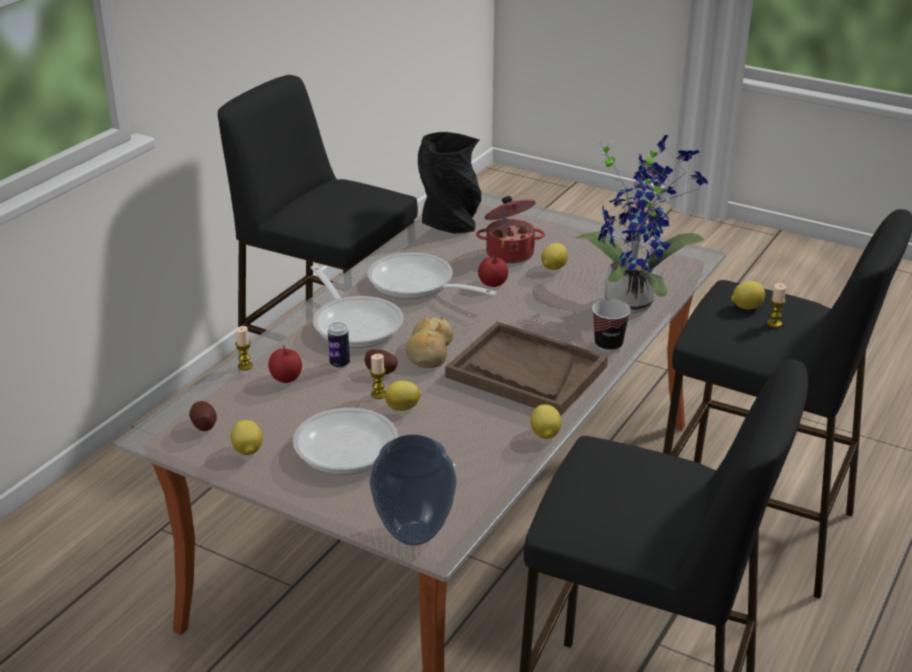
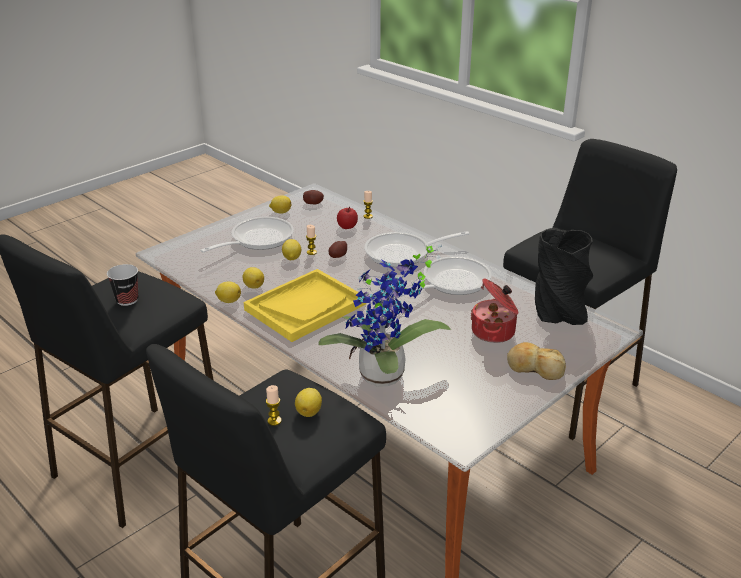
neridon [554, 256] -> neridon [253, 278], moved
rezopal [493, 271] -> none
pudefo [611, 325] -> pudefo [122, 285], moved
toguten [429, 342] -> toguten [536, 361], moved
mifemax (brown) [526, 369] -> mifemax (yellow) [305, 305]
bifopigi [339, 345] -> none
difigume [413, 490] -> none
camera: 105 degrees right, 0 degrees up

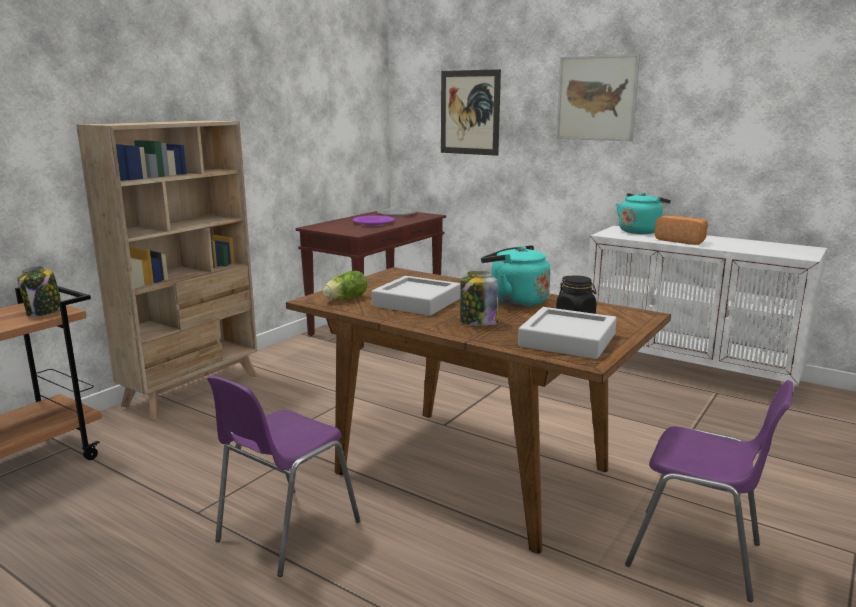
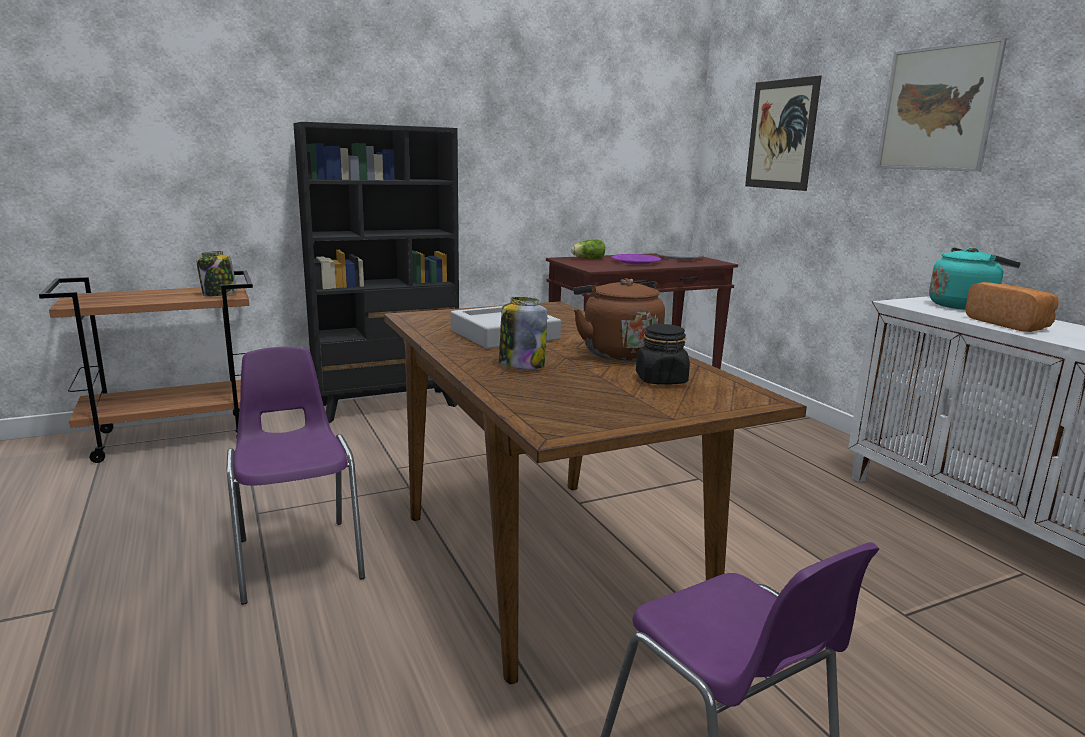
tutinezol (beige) [166, 269] -> tutinezol (black) [376, 272]
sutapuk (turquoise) [516, 276] -> sutapuk (brown) [619, 319]
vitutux [345, 285] -> vitutux [588, 249], moved
mifemax (grey) [567, 333] -> none
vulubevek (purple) [284, 476] -> vulubevek (purple) [296, 475], 90 degrees clockwise
camera: 30 degrees right, 0 degrees up

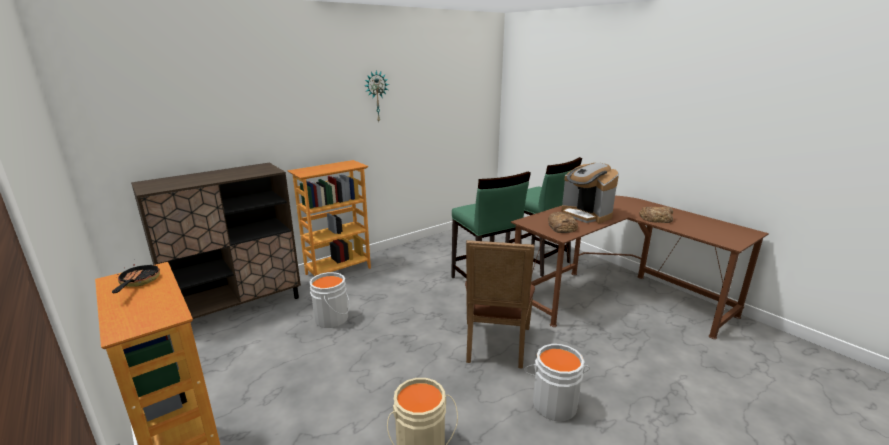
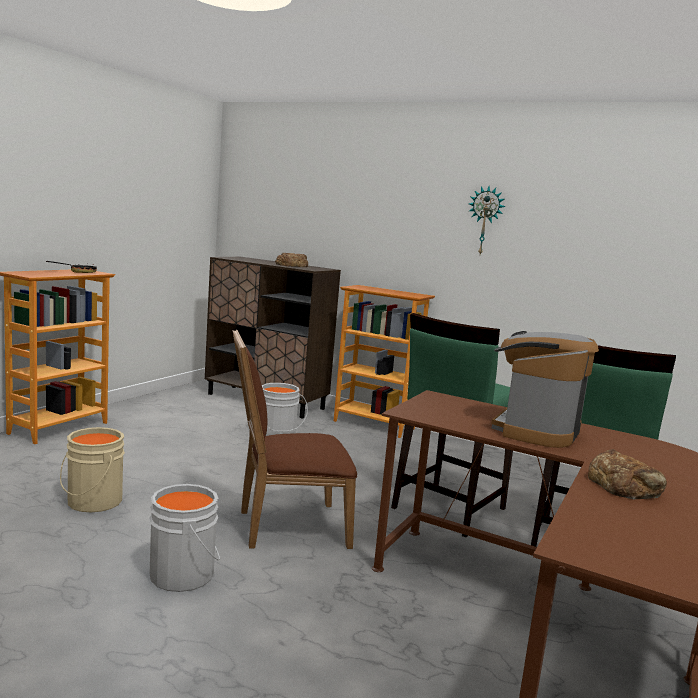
toguten [563, 222] -> toguten [291, 260], moved
camera: 65 degrees right, 10 degrees down

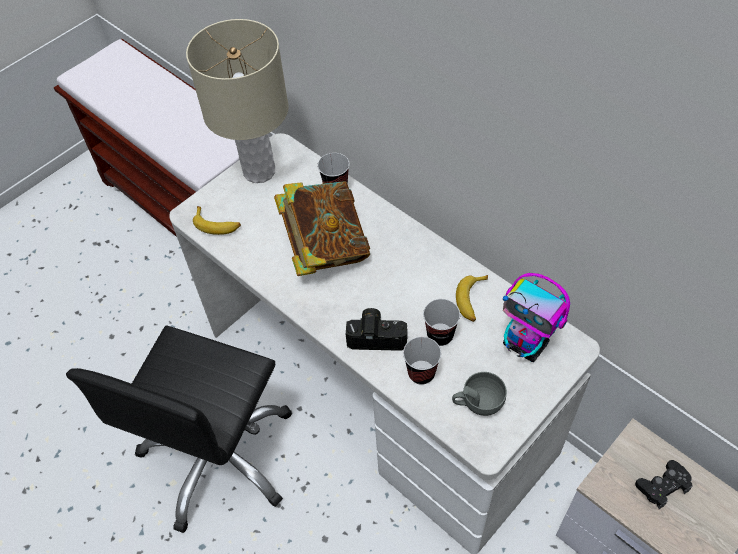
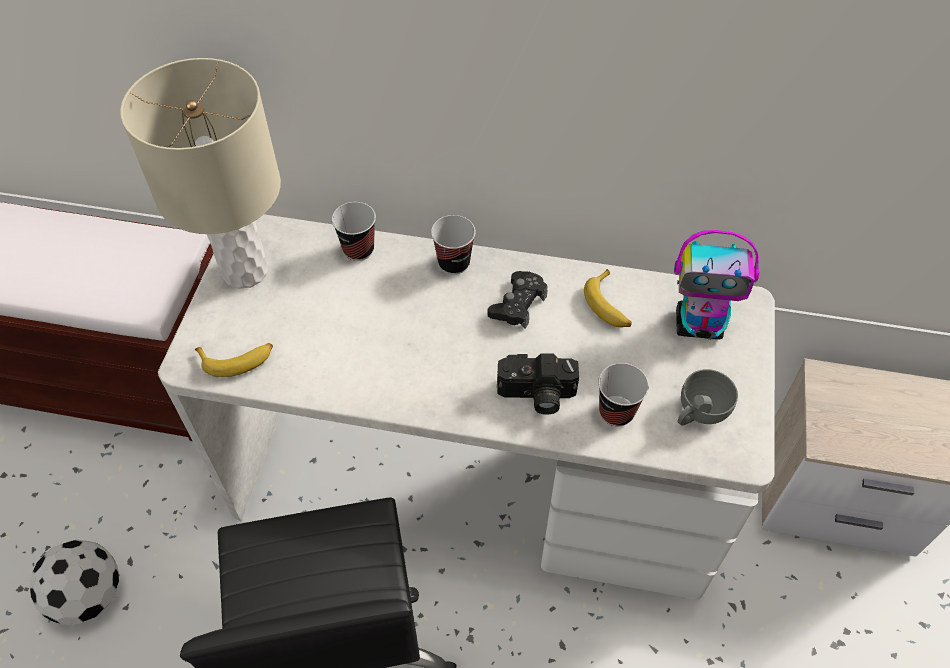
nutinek [322, 228] -> none
pudefo [441, 322] -> pudefo [453, 245], moved
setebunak [377, 329] -> setebunak [538, 384], 150 degrees counterclockwise
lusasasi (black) [663, 484] -> lusasasi (black) [517, 300], moved
none -> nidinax [74, 582]
camera: 35 degrees left, 0 degrees up

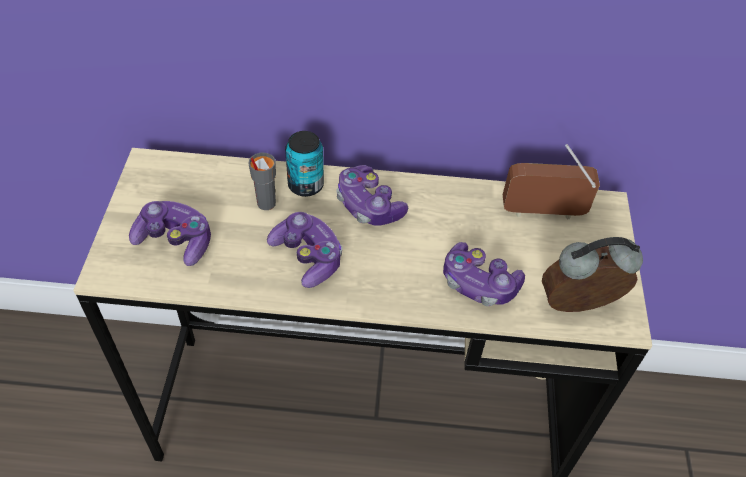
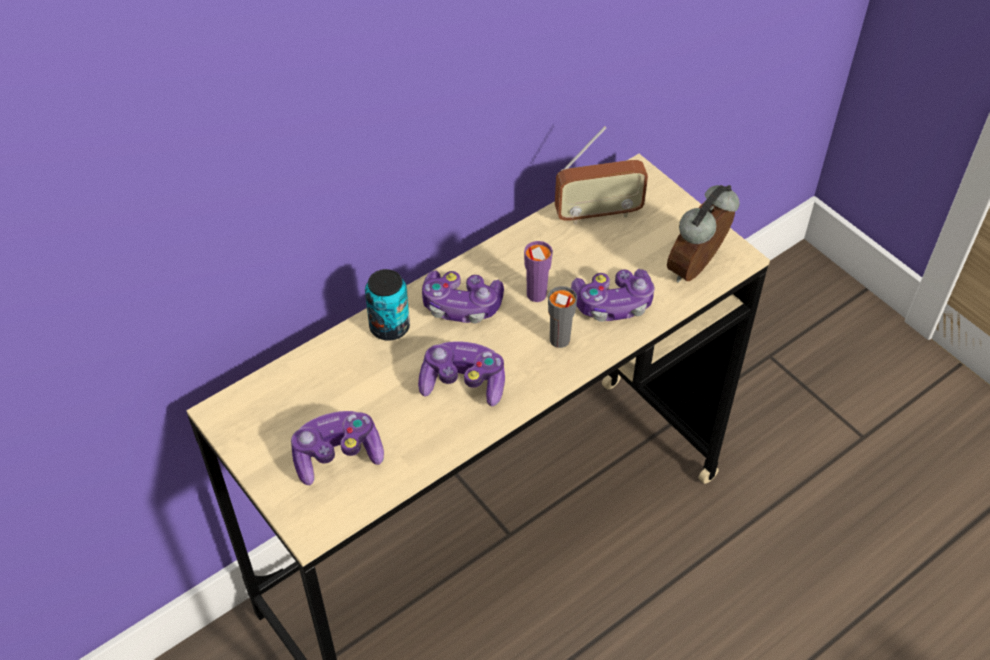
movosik [551, 182] -> movosik [601, 175], 150 degrees counterclockwise
pudefo (grey) [262, 181] -> pudefo (grey) [562, 317], moved
none -> pudefo (purple) [538, 271]
camera: 40 degrees left, 0 degrees up

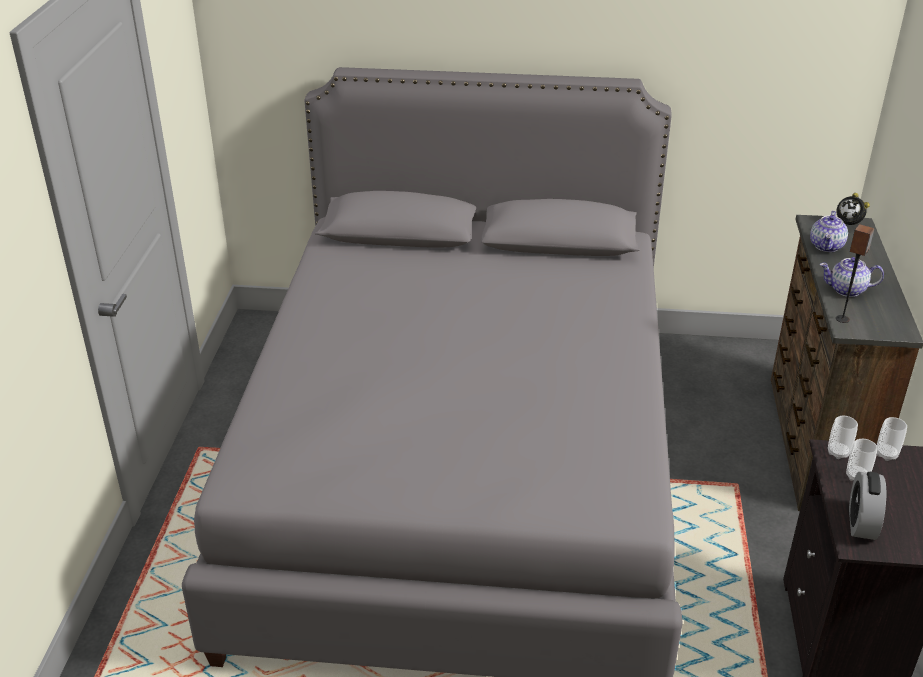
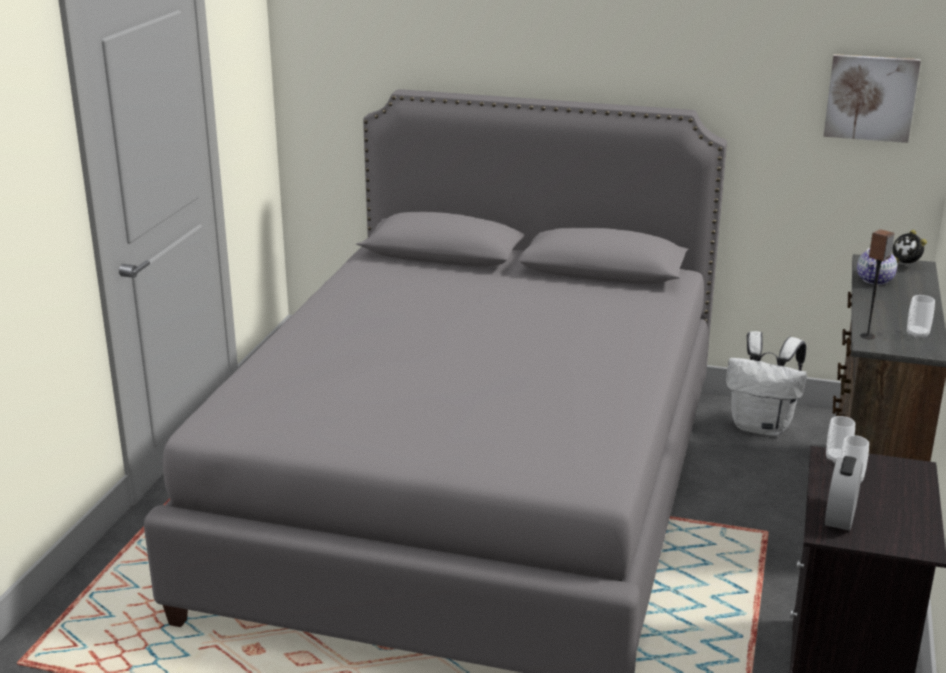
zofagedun [852, 277] -> none
pudefo [892, 439] -> pudefo [921, 316], moved
none -> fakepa [872, 98]
none -> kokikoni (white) [766, 383]
camera: 10 degrees right, 10 degrees down

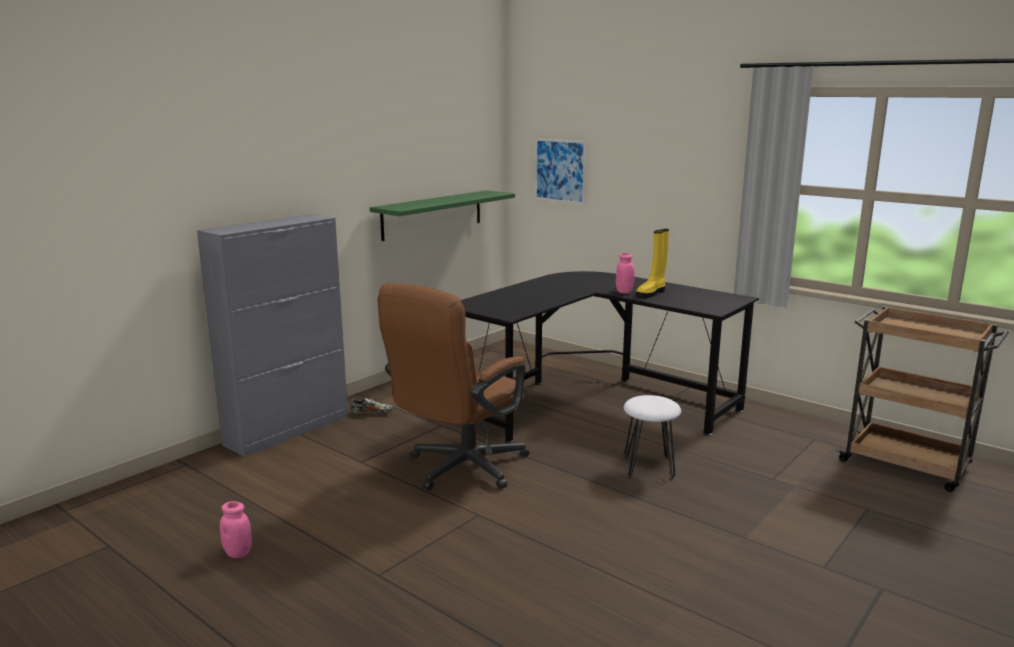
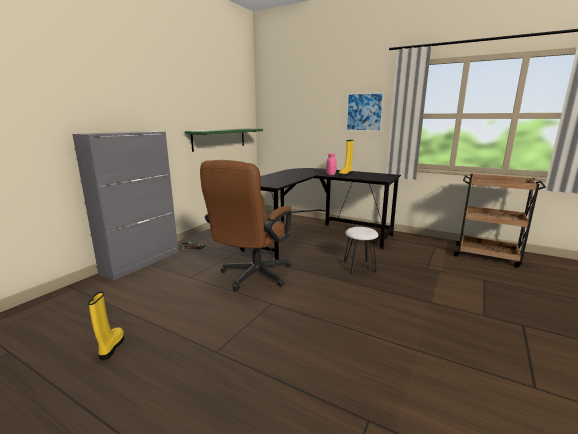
fakepa [561, 172] -> fakepa [365, 112], moved
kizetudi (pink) [236, 529] -> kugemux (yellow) [106, 326]
camera: 10 degrees left, 0 degrees up

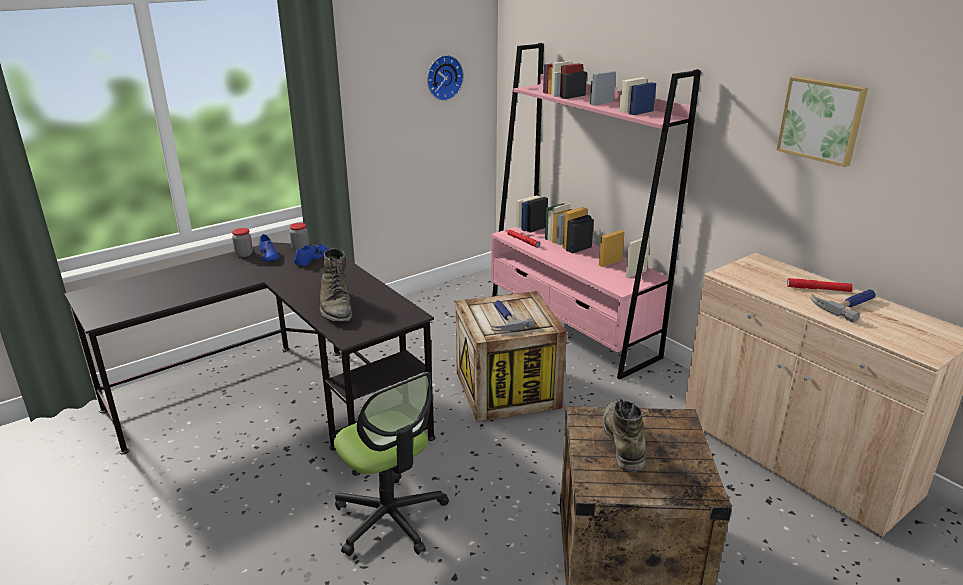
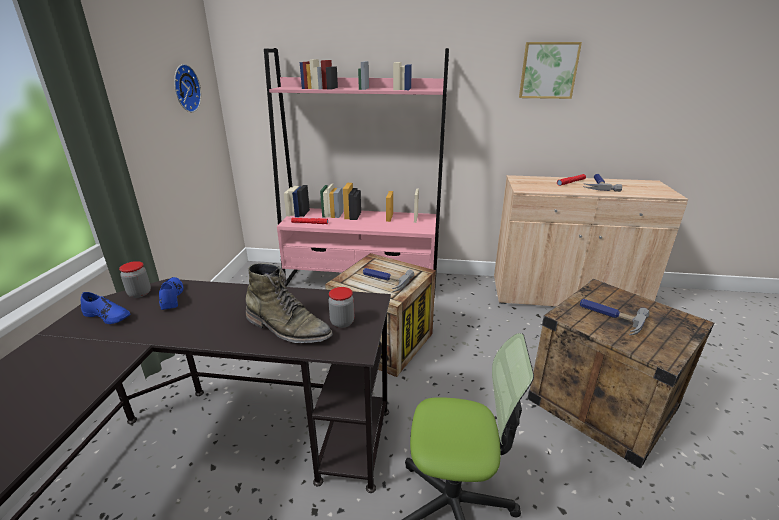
kizetudi [242, 242] -> kizetudi [341, 307], moved
kugemux (green) [624, 435] -> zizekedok [614, 317]
camera: 45 degrees left, 0 degrees up

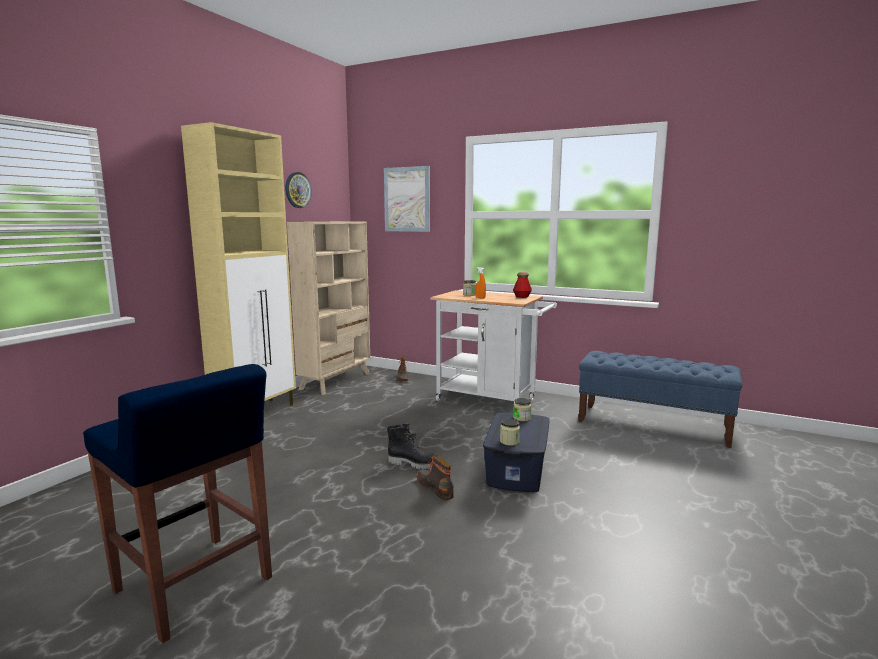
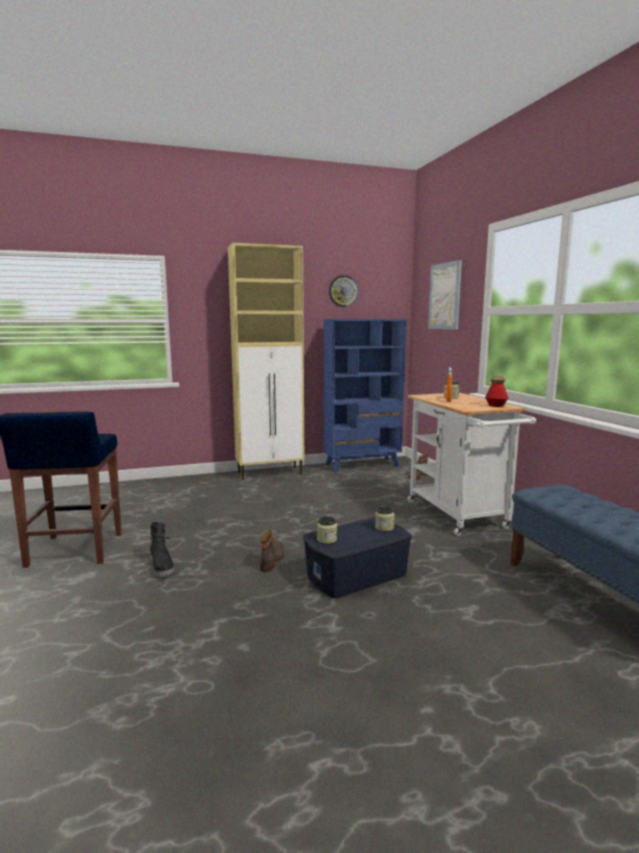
tutinezol (beige) [328, 308] -> tutinezol (blue) [365, 396]
kugemux (black) [412, 447] -> kugemux (black) [162, 549], moved
camera: 45 degrees right, 0 degrees up

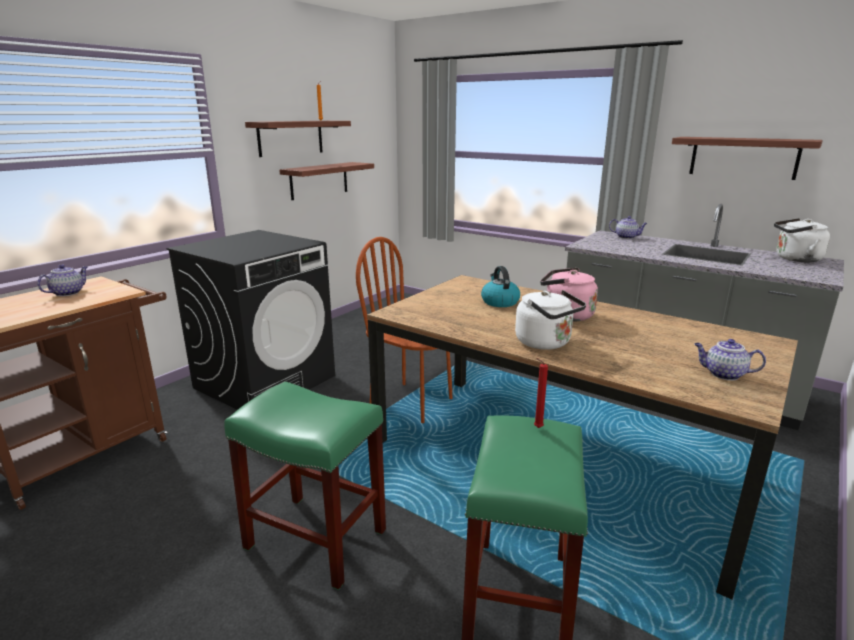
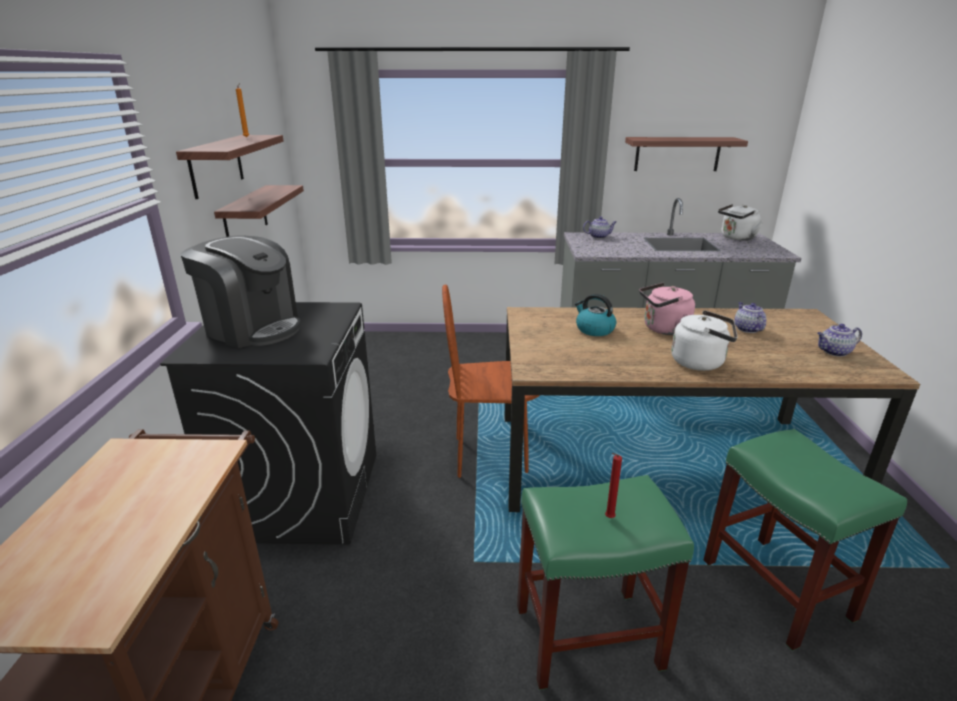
zofagedun [62, 280] -> zofagedun [750, 317], moved
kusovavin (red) [541, 393] -> kusovavin (red) [613, 485], moved
none -> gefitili [241, 291]
camera: 35 degrees left, 5 degrees up

